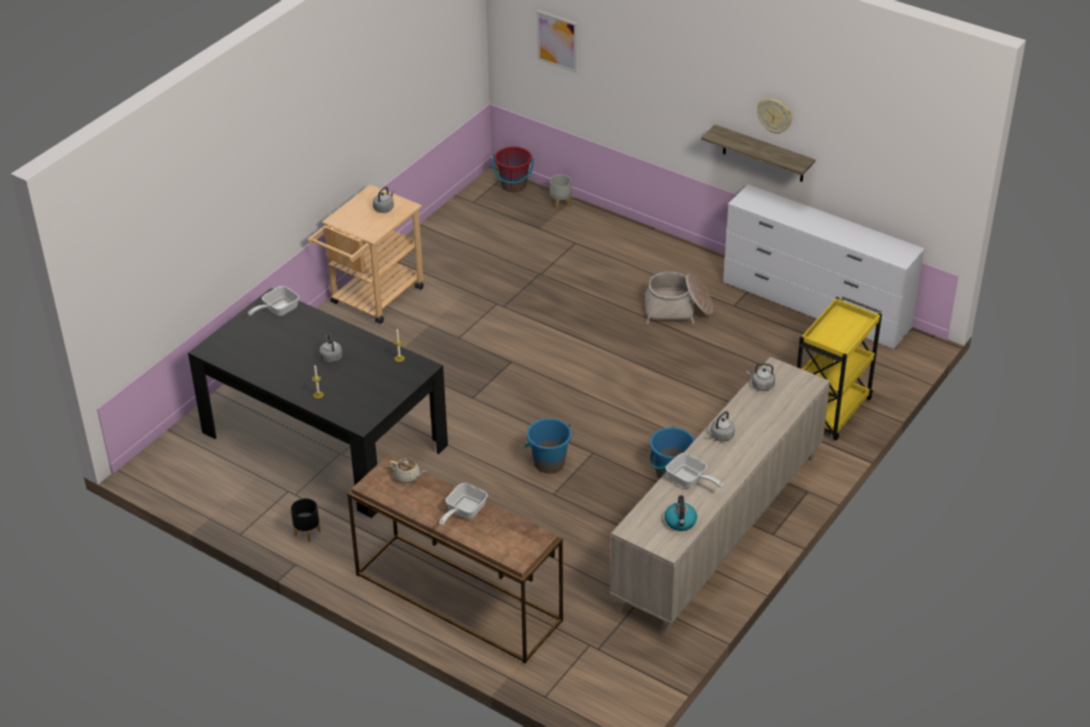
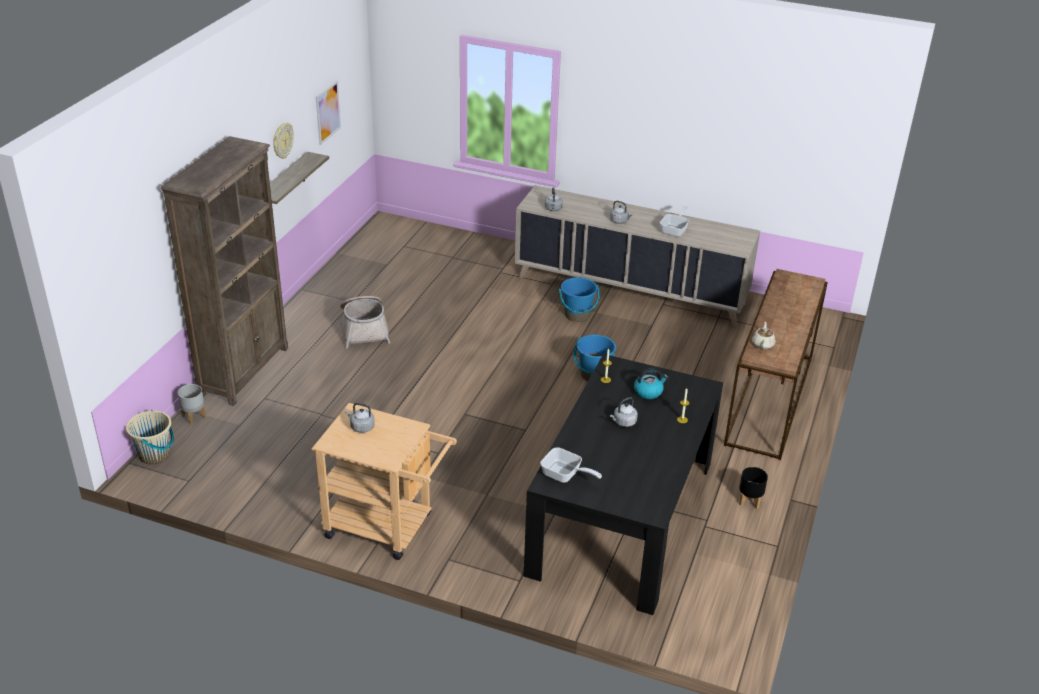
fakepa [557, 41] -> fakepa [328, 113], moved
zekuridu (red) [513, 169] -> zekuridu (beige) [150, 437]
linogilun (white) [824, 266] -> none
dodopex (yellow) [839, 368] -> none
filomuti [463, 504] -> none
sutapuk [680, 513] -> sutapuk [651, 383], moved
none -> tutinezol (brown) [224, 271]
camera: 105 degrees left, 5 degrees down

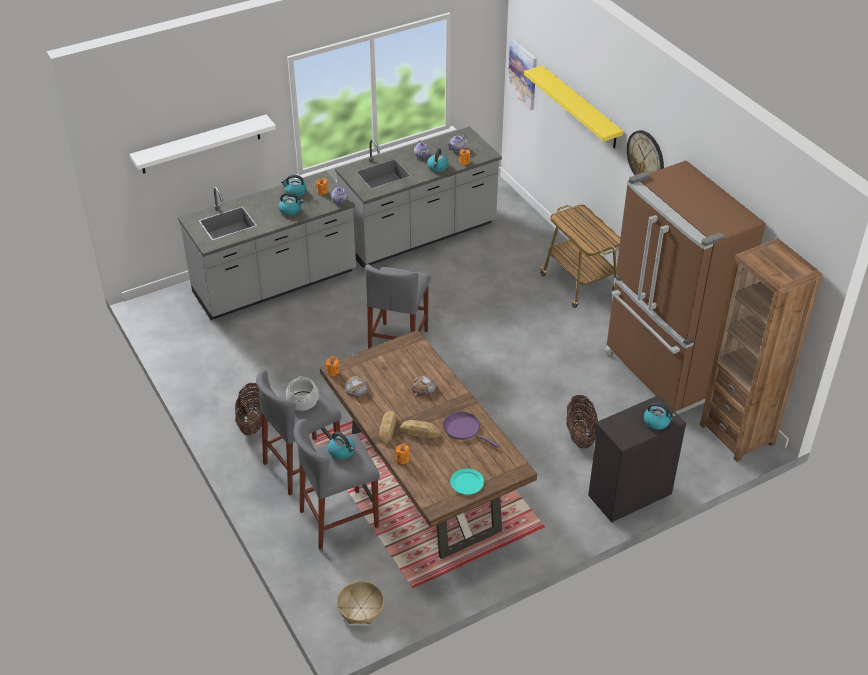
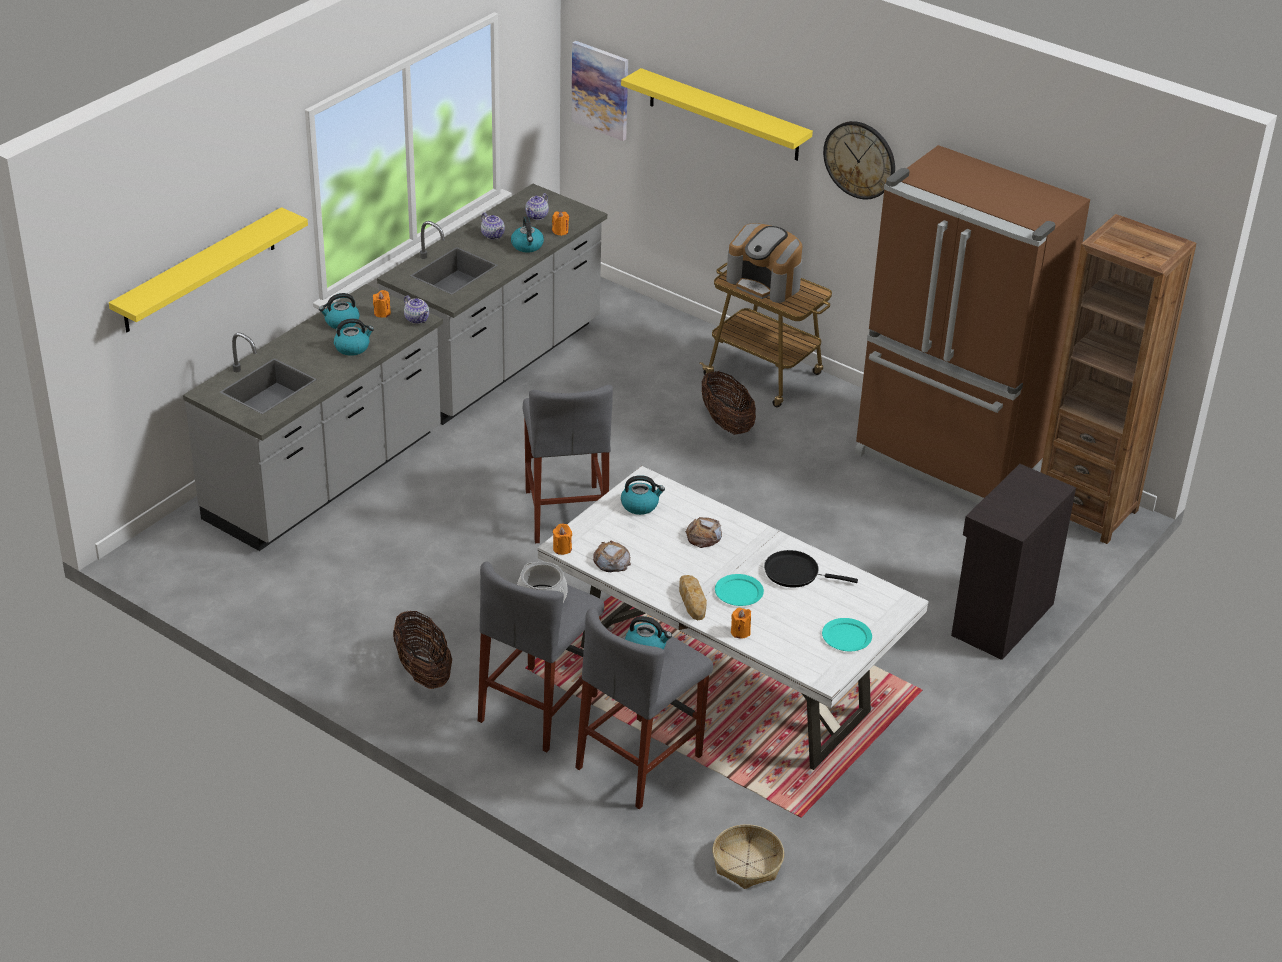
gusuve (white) [202, 144] -> gusuve (yellow) [208, 269]
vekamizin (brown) [428, 444] -> vekamizin (white) [733, 618]
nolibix [582, 421] -> nolibix [729, 403], moved
sutapuk [660, 416] -> sutapuk [643, 495], moved
filomuti (purple) [471, 430] -> filomuti (black) [811, 568]
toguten [420, 429] -> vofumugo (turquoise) [739, 590]
none -> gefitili [764, 263]
camera: 25 degrees left, 5 degrees down

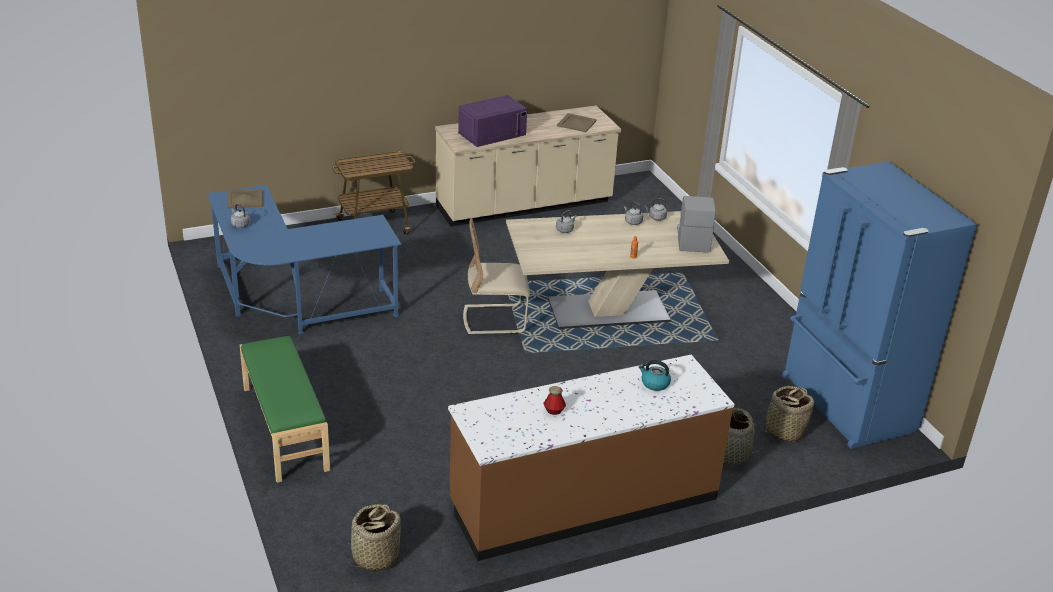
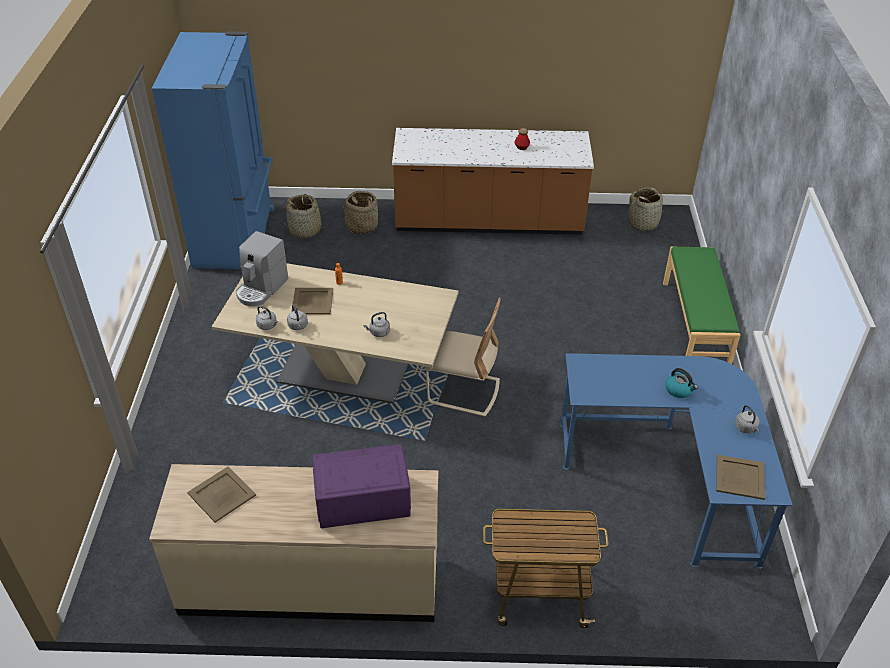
sutapuk [655, 375] -> sutapuk [682, 383], moved
none -> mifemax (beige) [312, 301]
camera: 155 degrees left, 10 degrees up

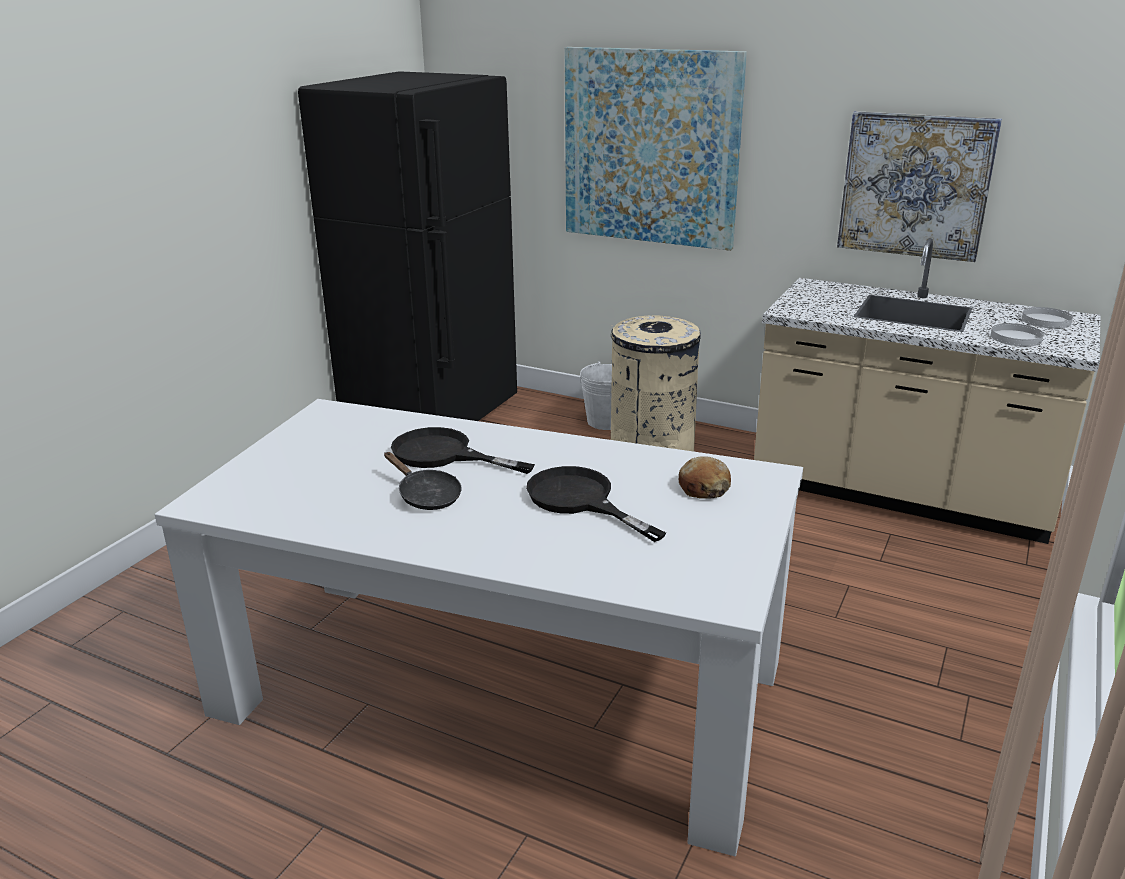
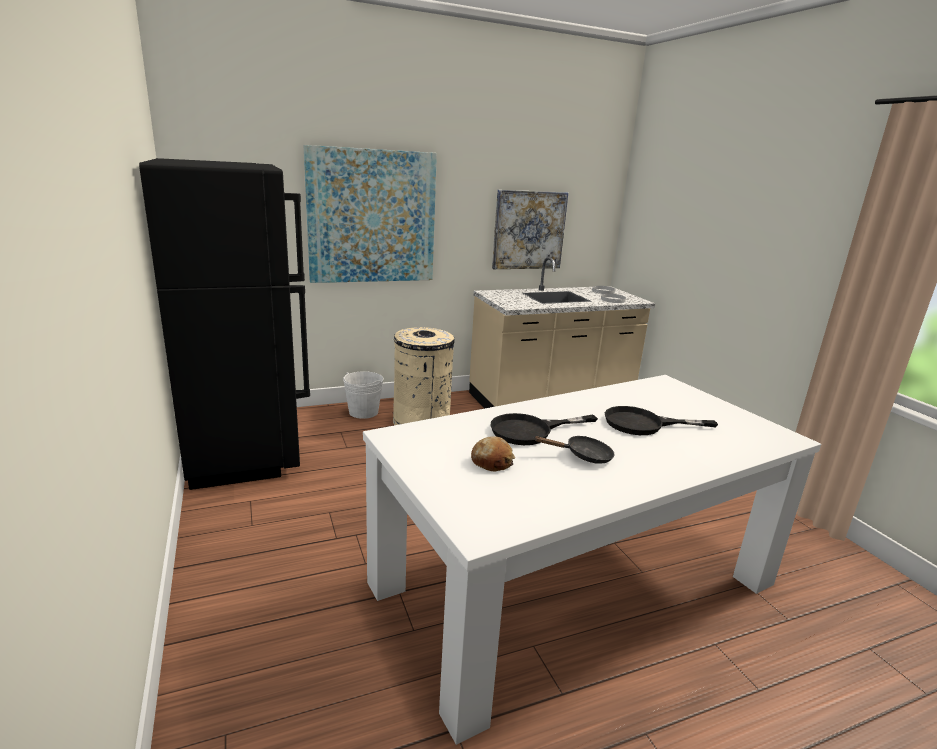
toguten [705, 477] -> toguten [493, 454], moved
camera: 50 degrees left, 5 degrees down

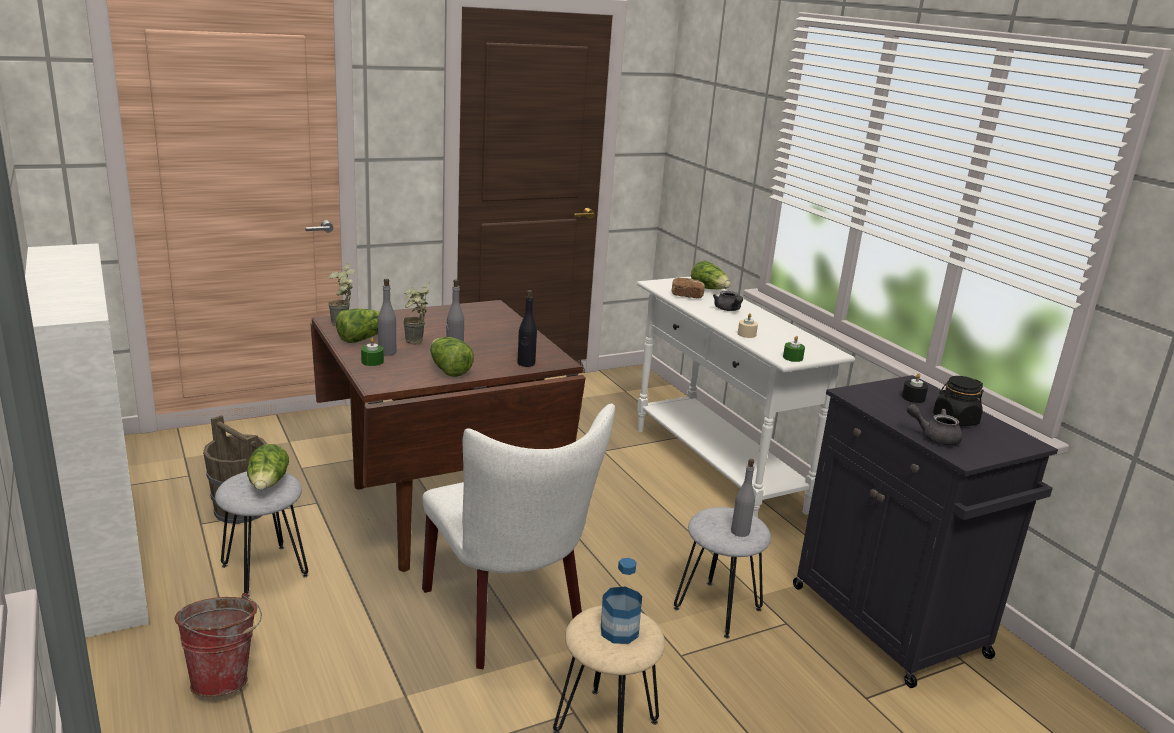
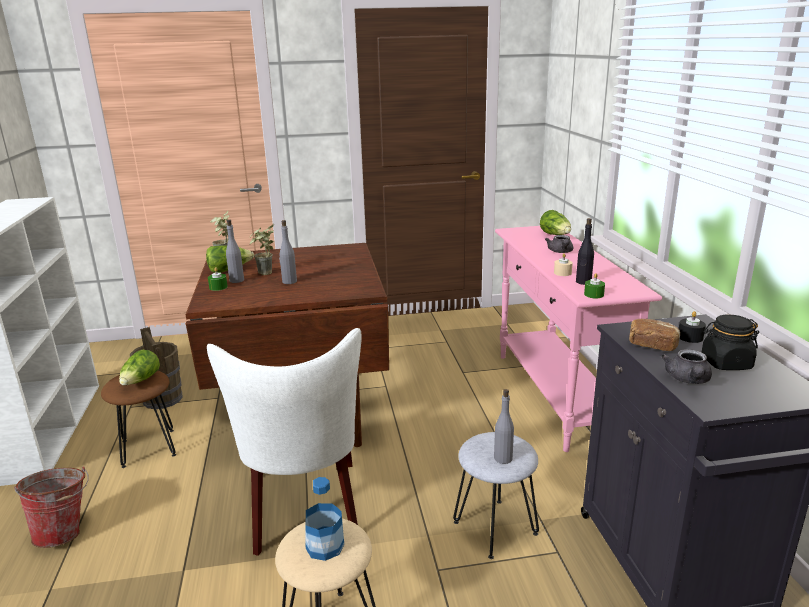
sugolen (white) [746, 397] -> sugolen (pink) [578, 339]
toguten [688, 288] -> toguten [654, 335], moved
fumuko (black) [527, 328] -> fumuko (black) [585, 251], moved
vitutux [452, 357] -> none
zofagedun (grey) [935, 424] -> zofagedun (grey) [686, 366], 120 degrees counterclockwise
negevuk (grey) [261, 534] -> negevuk (brown) [138, 419]
camera: 20 degrees right, 0 degrees up

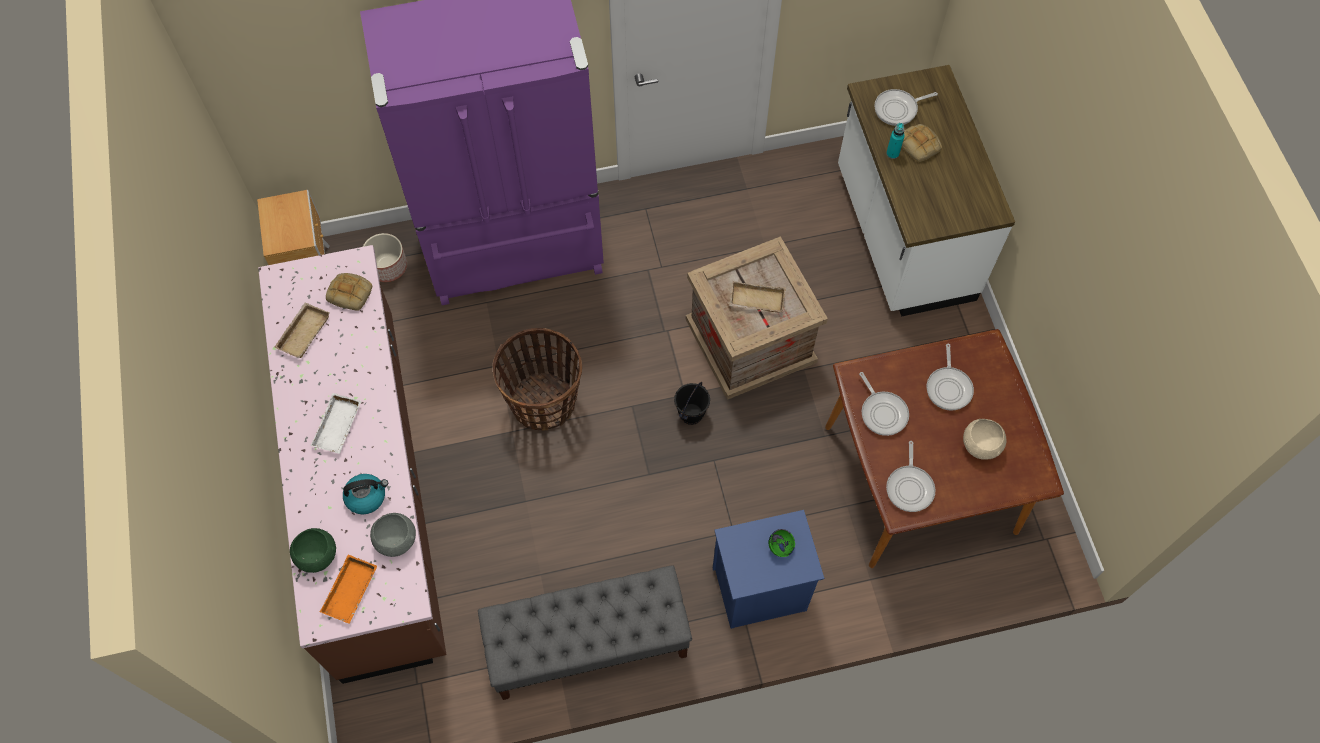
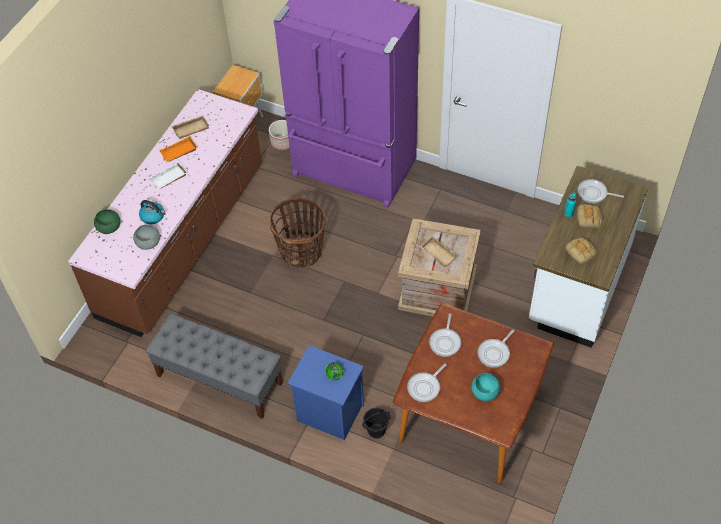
toguten [349, 292] -> toguten [581, 251], moved
zekuridu (black) [692, 403] -> zekuridu (black) [376, 423], moved
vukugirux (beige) [985, 439] -> vukugirux (turquoise) [486, 387]
mifemax (orange) [348, 589] -> mifemax (orange) [178, 149], moved
camera: 40 degrees right, 10 degrees down

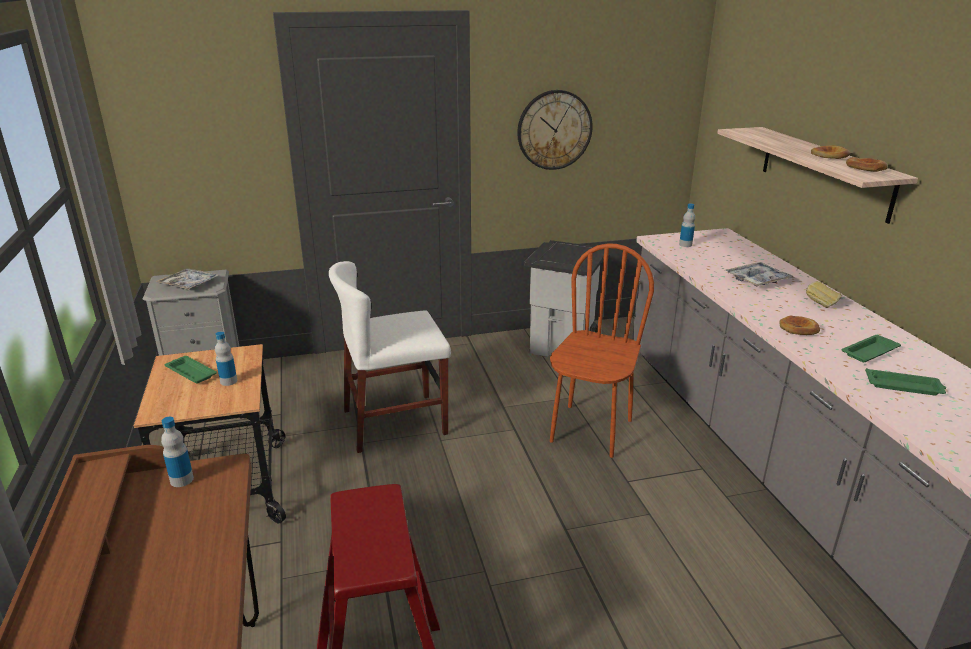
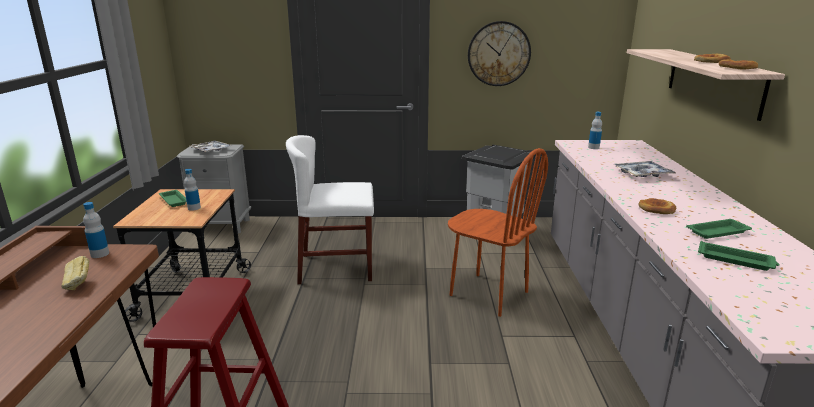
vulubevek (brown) [602, 350] -> vulubevek (brown) [498, 232], 90 degrees clockwise
toguten [824, 294] -> toguten [75, 273], moved
camera: 15 degrees right, 5 degrees down

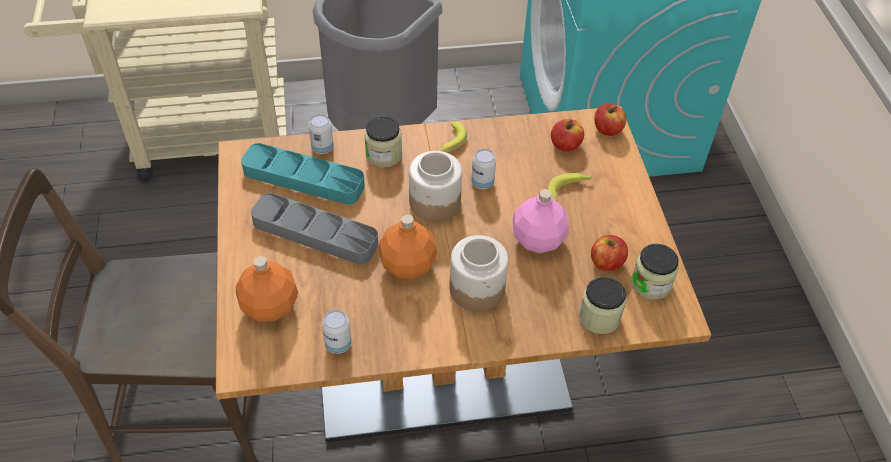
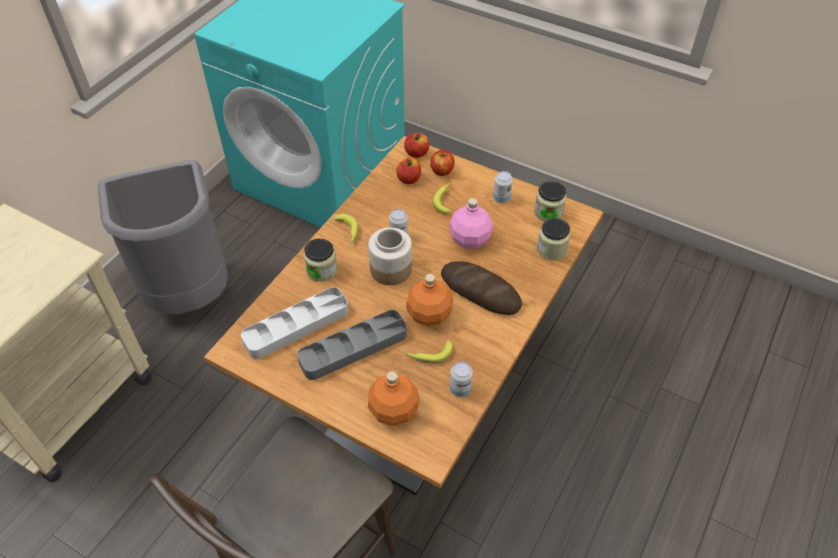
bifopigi [321, 134] -> bifopigi [503, 187], moved
mifemax (turquoise) [303, 174] -> mifemax (grey) [294, 323]
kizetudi [478, 273] -> toguten [481, 288]
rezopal [609, 253] -> rezopal [442, 163], moved
none -> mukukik [429, 352]
camera: 50 degrees left, 0 degrees up

